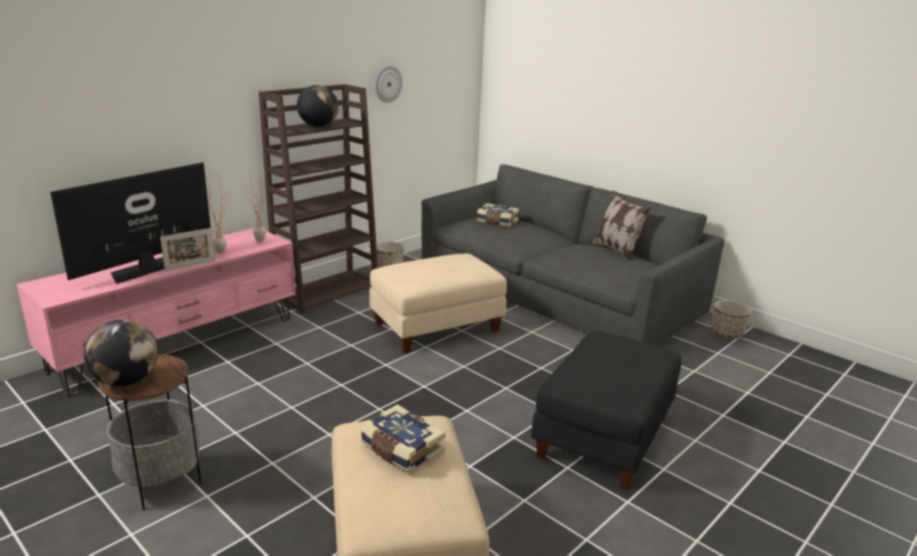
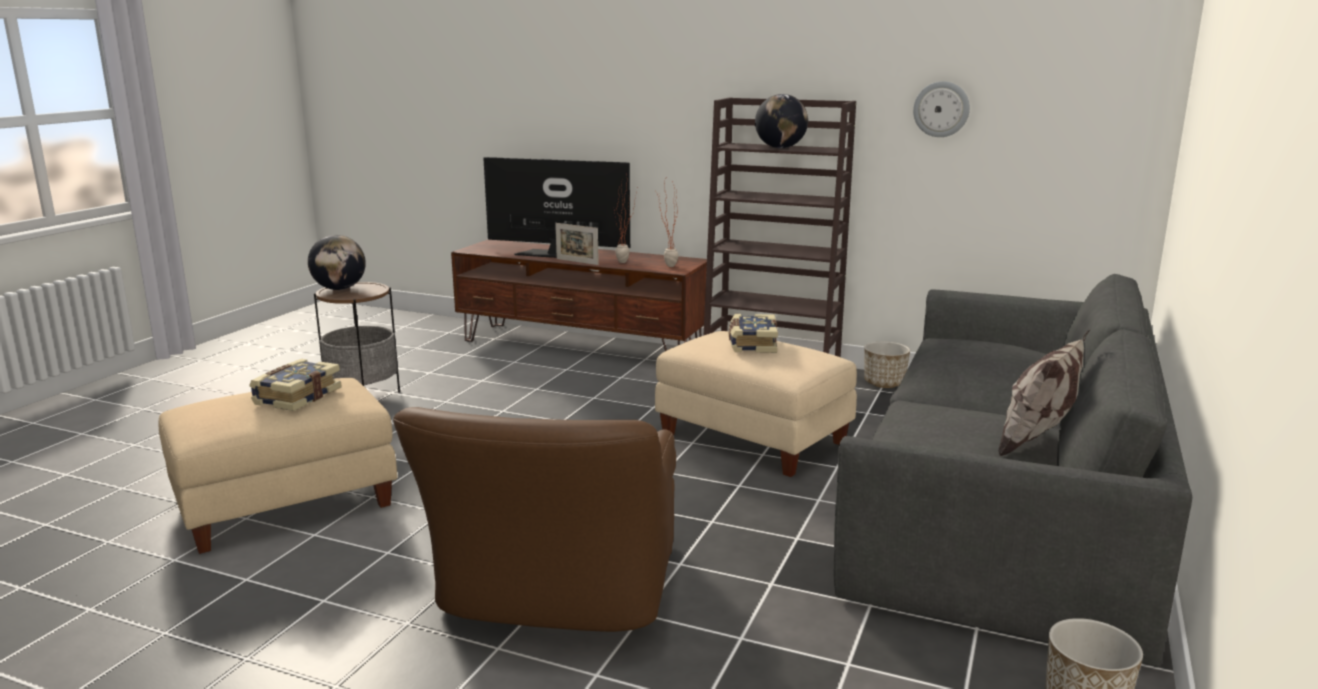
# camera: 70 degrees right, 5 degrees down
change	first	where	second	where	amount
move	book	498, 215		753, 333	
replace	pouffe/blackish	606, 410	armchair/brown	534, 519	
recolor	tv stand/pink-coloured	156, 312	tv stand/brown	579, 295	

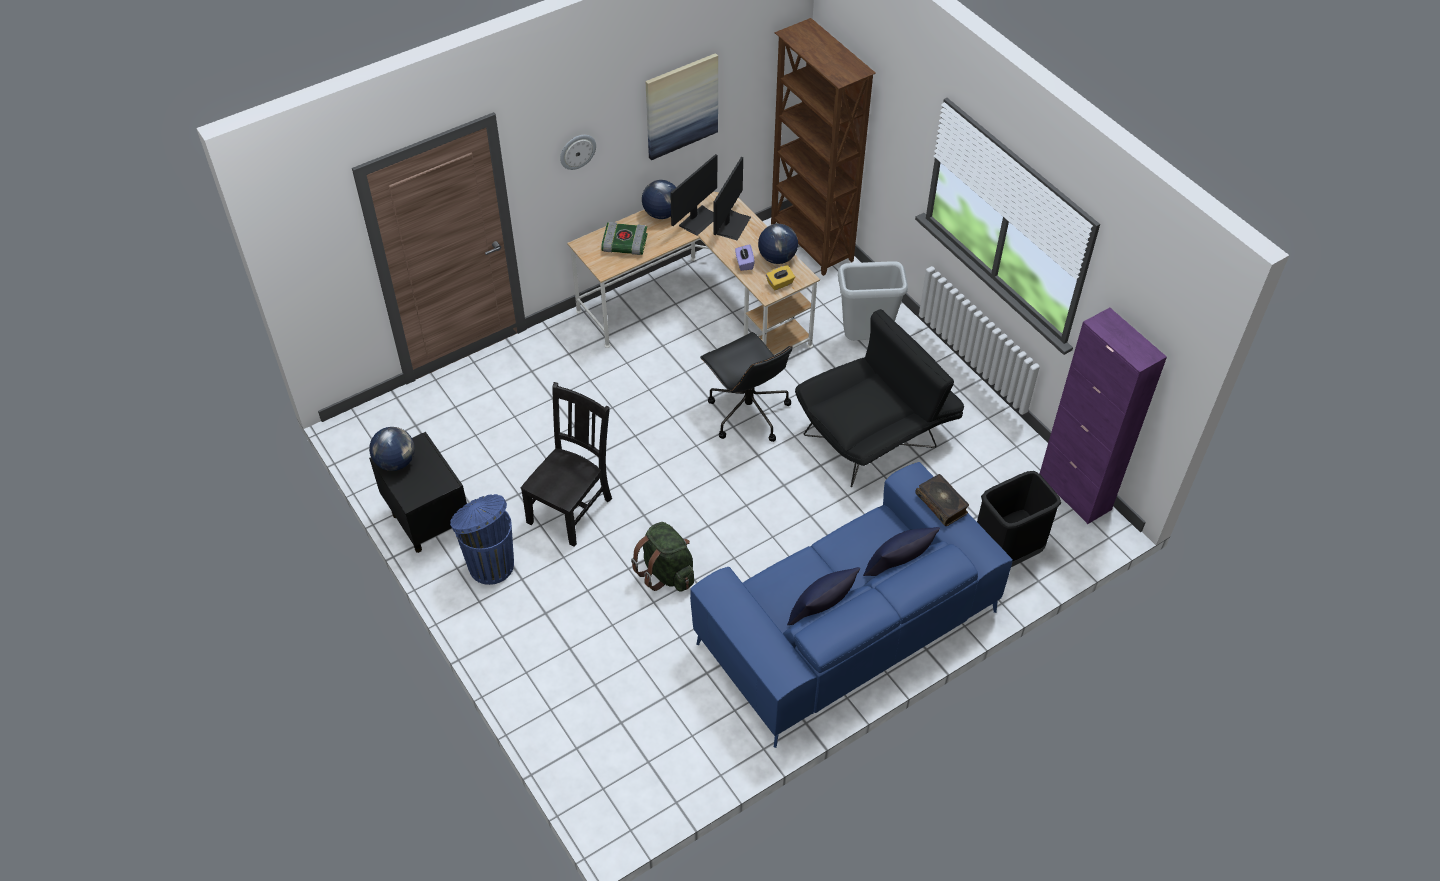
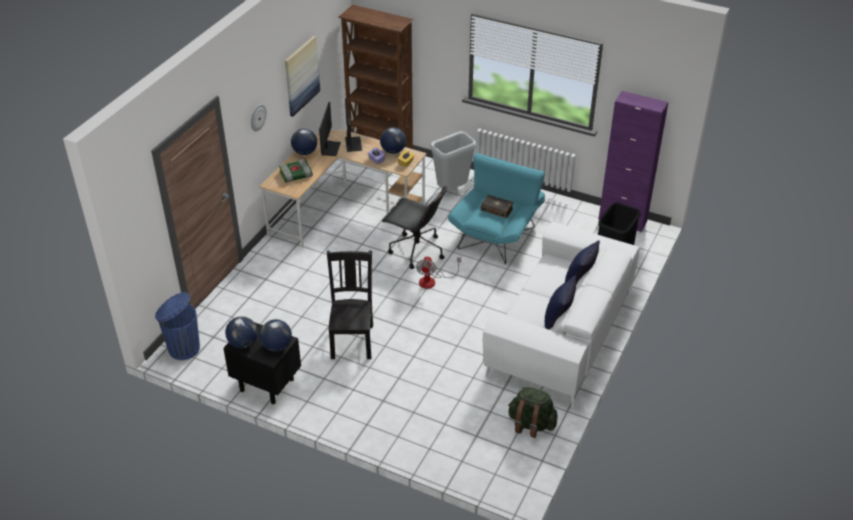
# camera: 30 degrees left, 10 degrees down
change	first	where	second	where	amount
insert			world globe	276, 335	
insert			cooling fan	438, 272	
move	trash can/bluish	482, 539		177, 326	
move	knapsack/green-coloured	662, 557		533, 412	
move	book	942, 500		497, 206	
recolor	settee/bluish	851, 605	settee/whitish	561, 315	
recolor	armchair/blackish	879, 398	armchair/turquoise	496, 208	

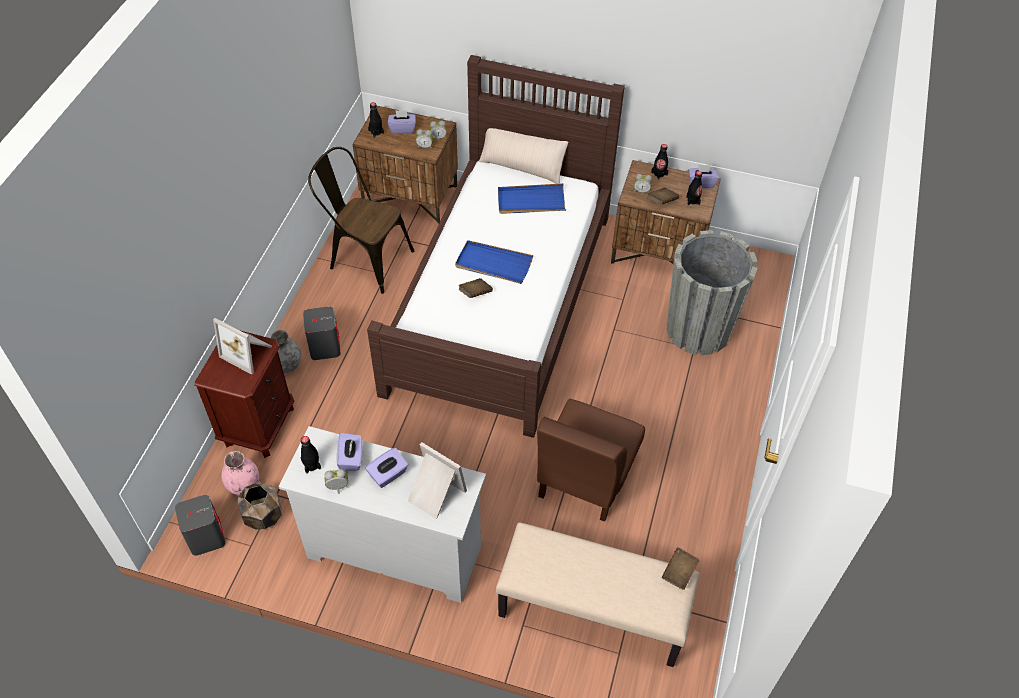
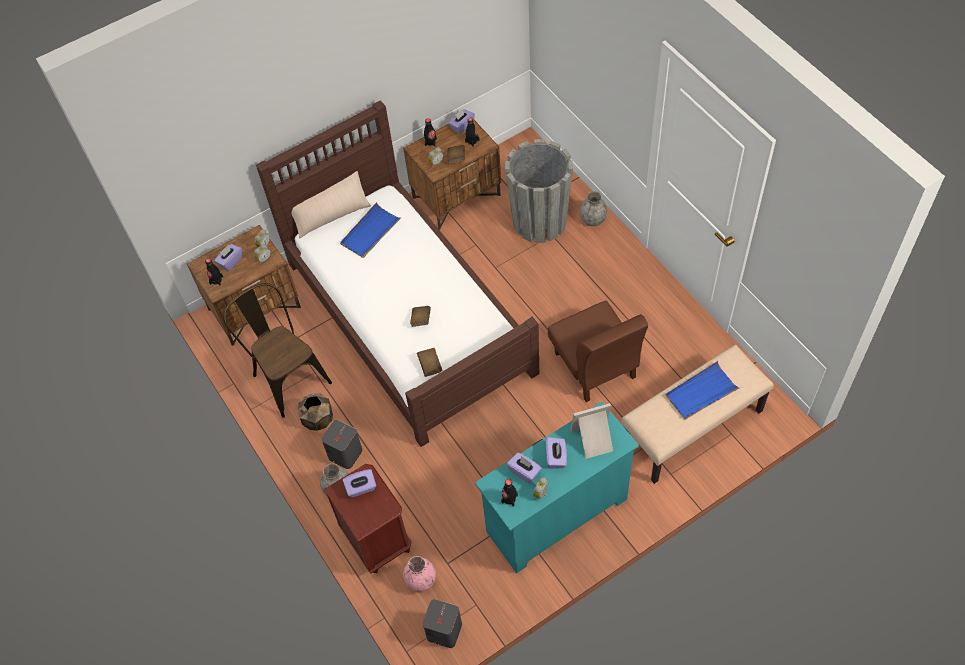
# camera: 45 degrees left, 5 degrees up
change	first	where	second	where	amount
insert			vase/grey	593, 208	
move	planter/brown	260, 506		315, 411	
move	serving tray/bluish	494, 262		702, 390	
move	book/brown	681, 569		430, 362	
replace	picture frame	242, 346	tissue box/purple	359, 483	
recolor	dresser/whitish	382, 514	dresser/turquoise	557, 487	
rotate	plain chair/brown	361, 220		278, 350	75 degrees clockwise

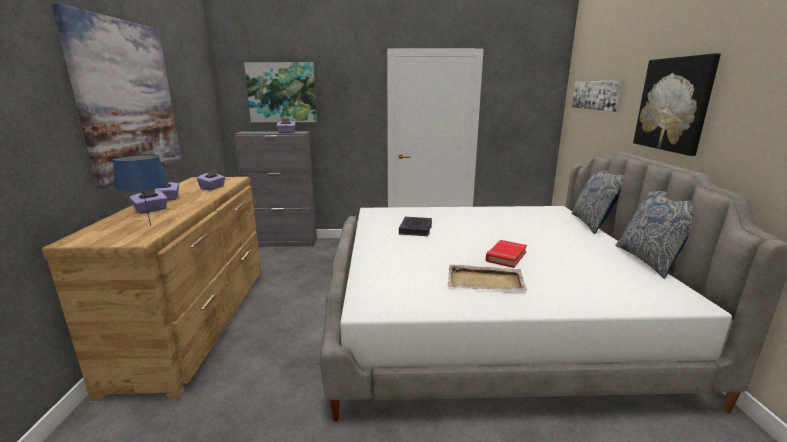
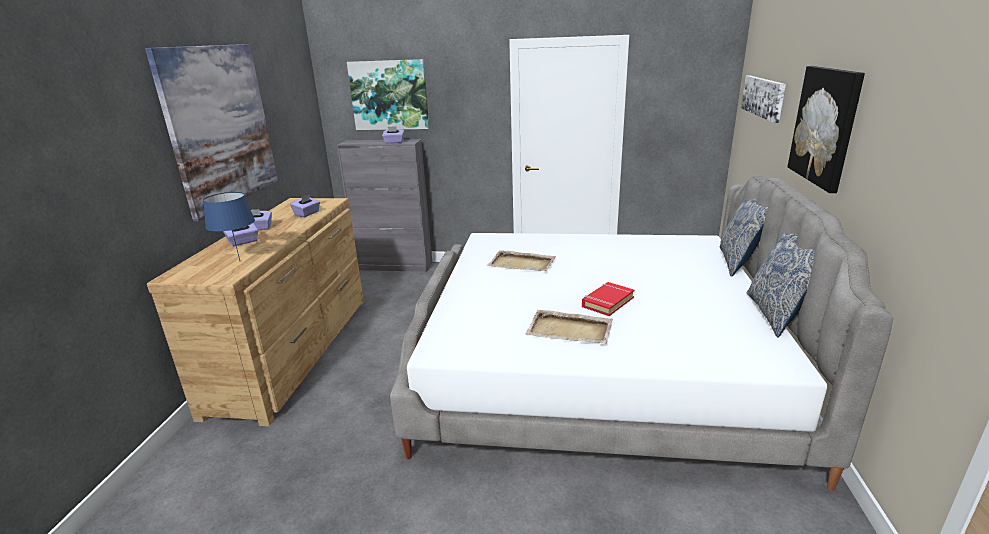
# camera: 10 degrees right, 5 degrees up
change	first	where	second	where	amount
replace	book	415, 226	serving tray/sand-coloured	521, 260	

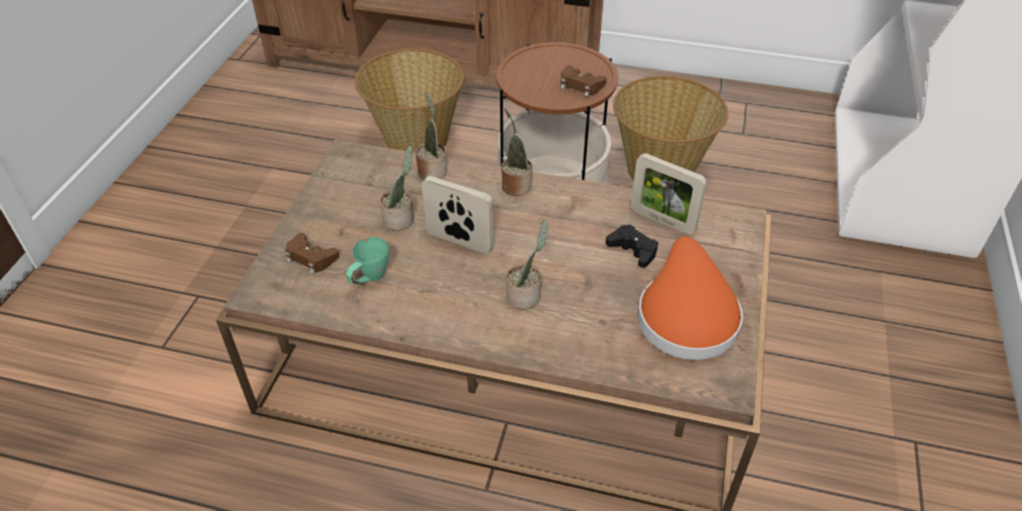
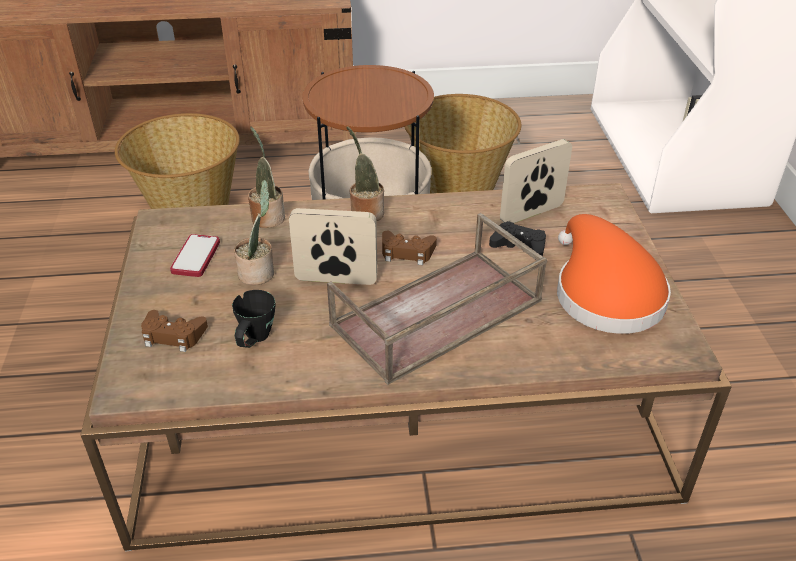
# camera: 20 degrees left, 5 degrees down
change	first	where	second	where	amount
insert			handset	195, 255	
move	game controller/brown	584, 81		409, 248	
replace	houseplant	527, 265	serving tray/brown	437, 299	
recolor	mug/green-coloured	367, 260	mug/blackish	254, 319	
rotate	picture frame	669, 194		536, 181	135 degrees clockwise

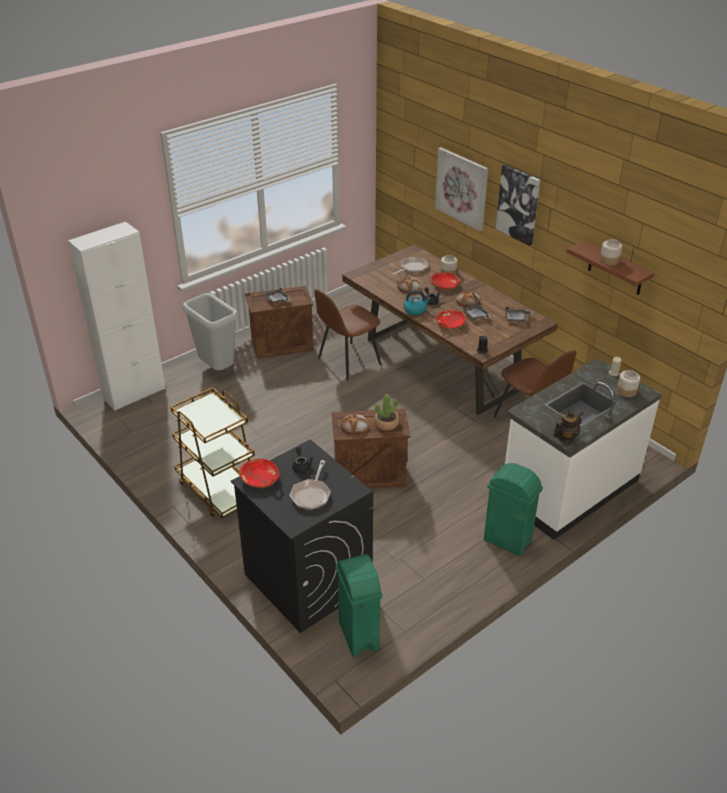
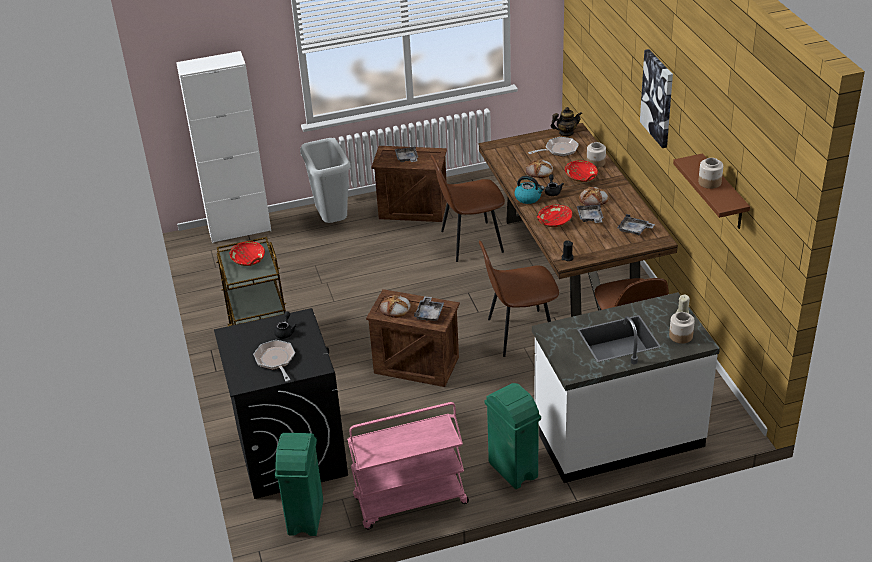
# camera: 25 degrees right, 0 degrees up
change	first	where	second	where	amount
delete	picture	461, 189			
insert			cart/pink-coloured	408, 465	
insert			plain chair/brown	519, 298	
move	deep dish/red-coloured	259, 473		247, 253	
move	teapot	568, 426		566, 121	
replace	houseplant	386, 412	serving tray/grey	429, 308	
rotate	frying pan	310, 485		274, 361	120 degrees clockwise

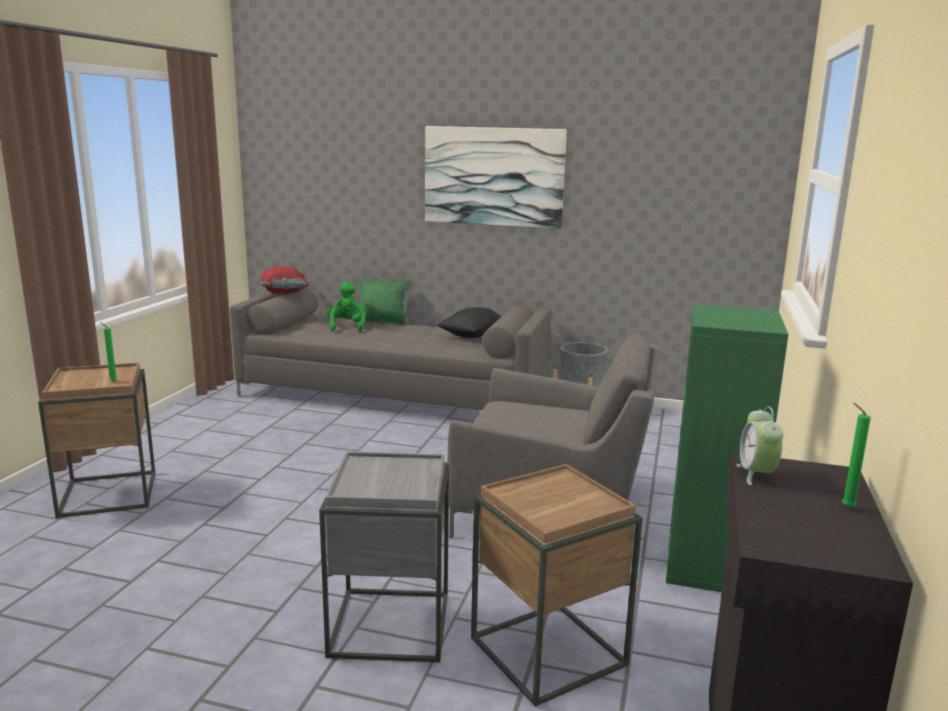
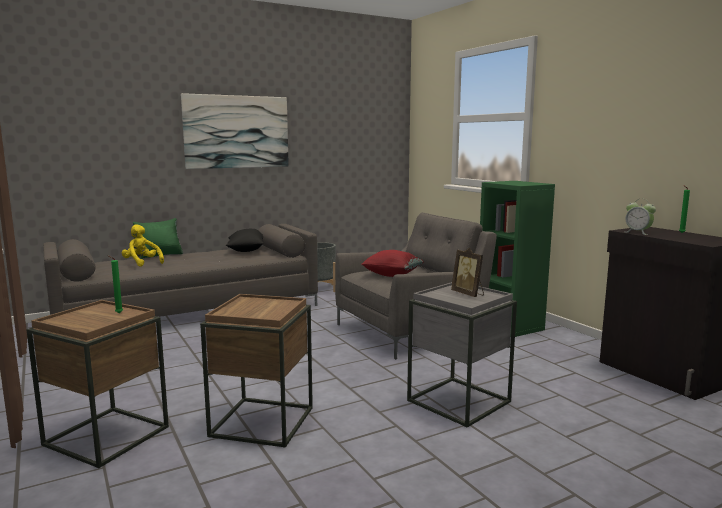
# camera: 45 degrees left, 5 degrees down
change	first	where	second	where	amount
insert			picture frame	467, 272	
move	cushion/red-coloured	285, 280		392, 263	
move	accent table/brown	557, 585		256, 371	
recolor	plush toy/green-coloured	346, 307	plush toy/yellowish	143, 245	

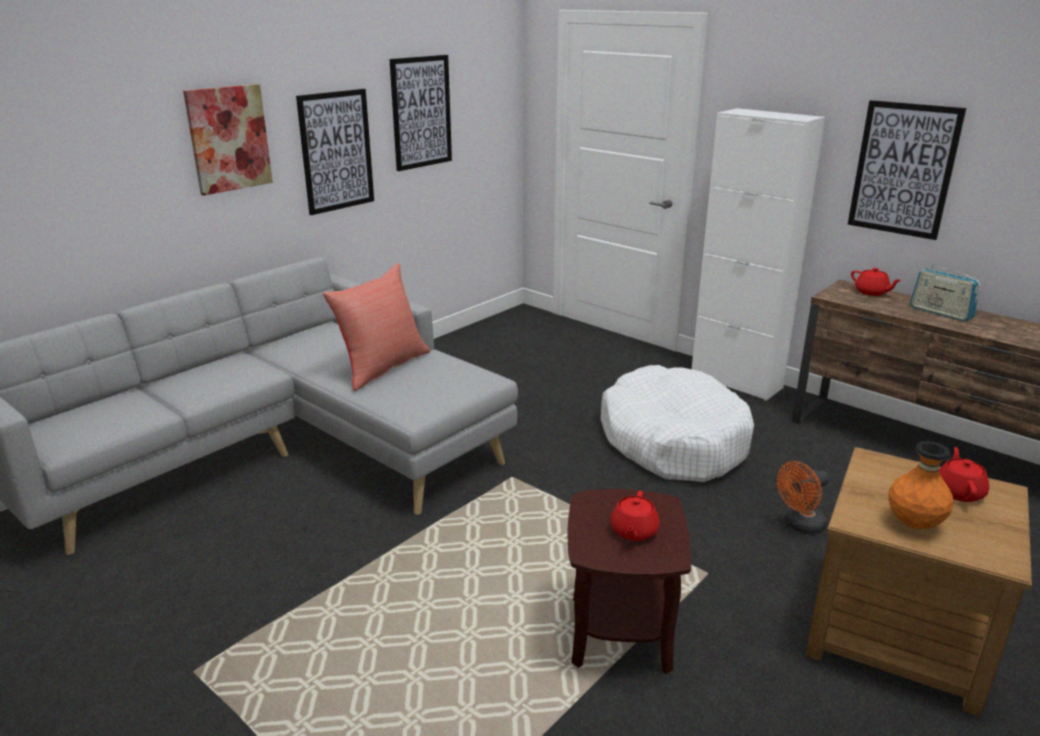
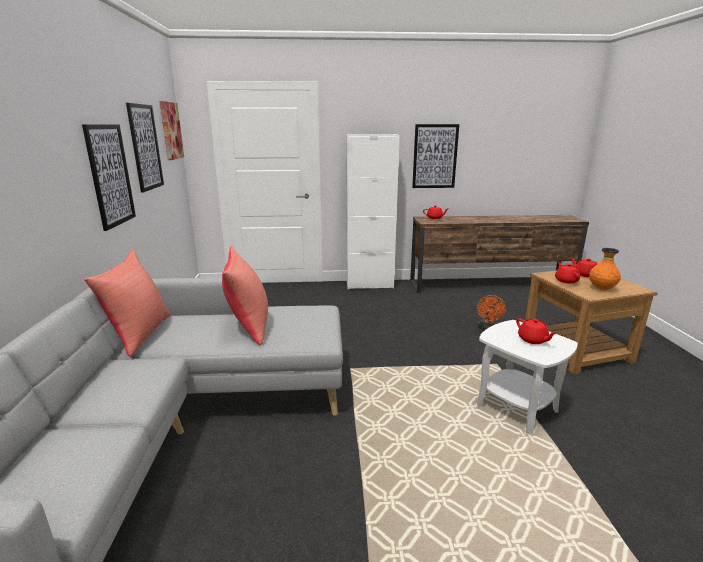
# camera: 45 degrees left, 5 degrees down
change	first	where	second	where	amount
delete	dog bed/whitish	677, 423			
delete	radio receiver	945, 292			
insert			cushion/red-coloured	127, 303	
insert			teapot/red-coloured	567, 272	
move	picture	228, 140		171, 130	
recolor	accent table/brown	629, 581	accent table/whitish	527, 377	

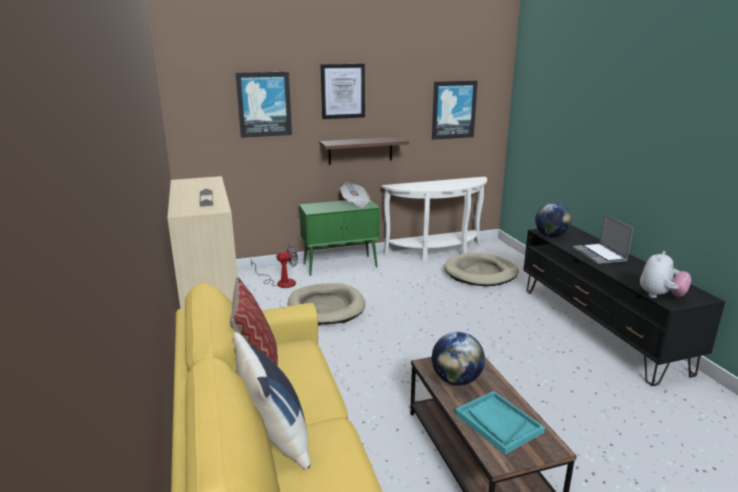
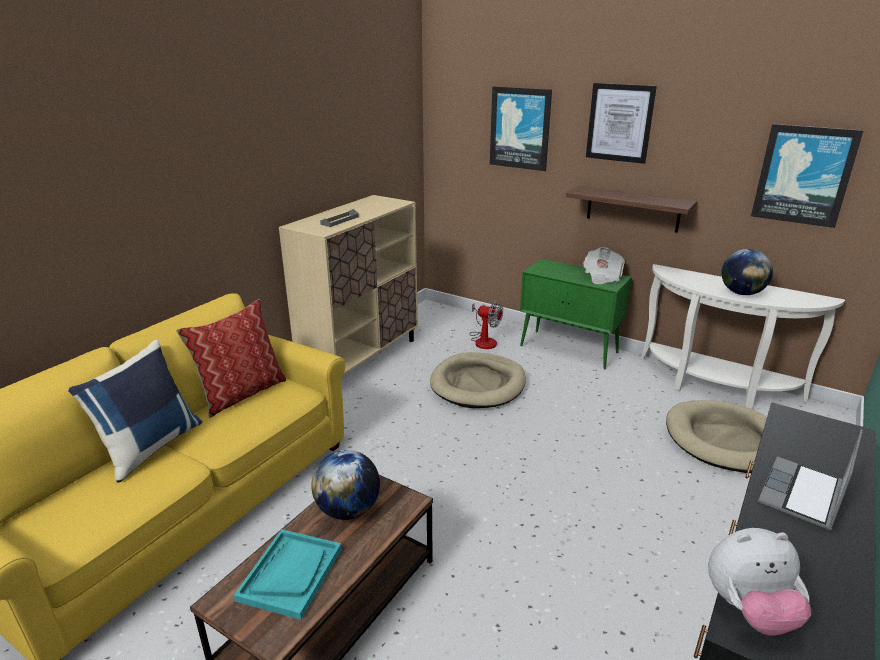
# camera: 50 degrees right, 5 degrees up
change	first	where	second	where	amount
move	world globe	553, 220		747, 272	

